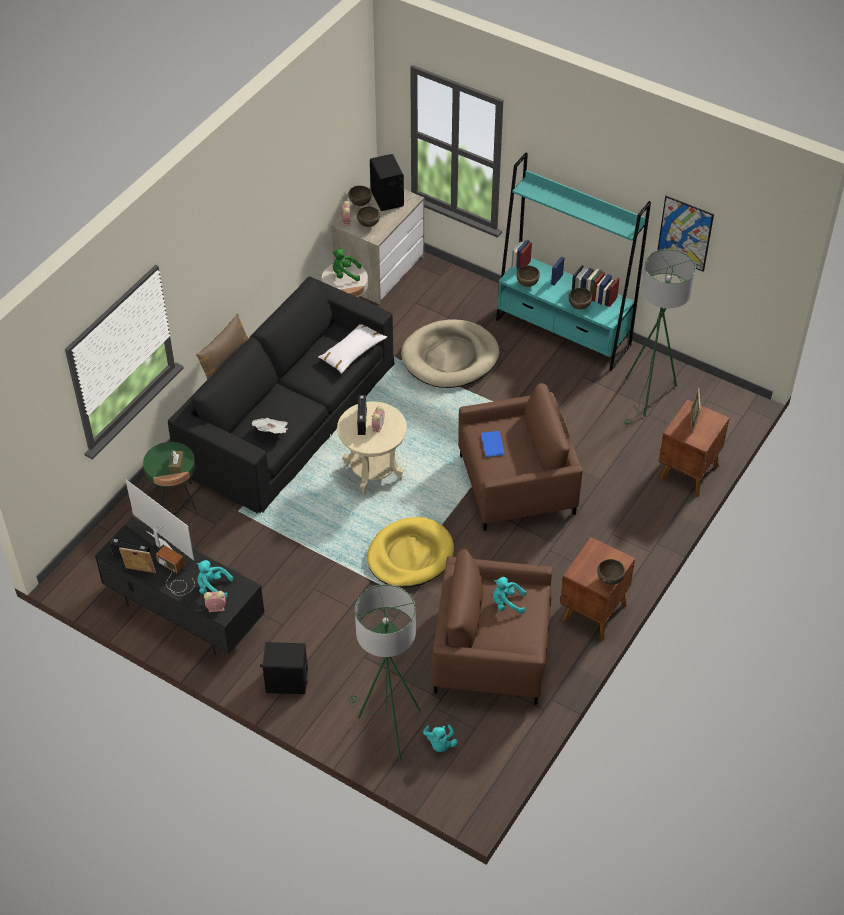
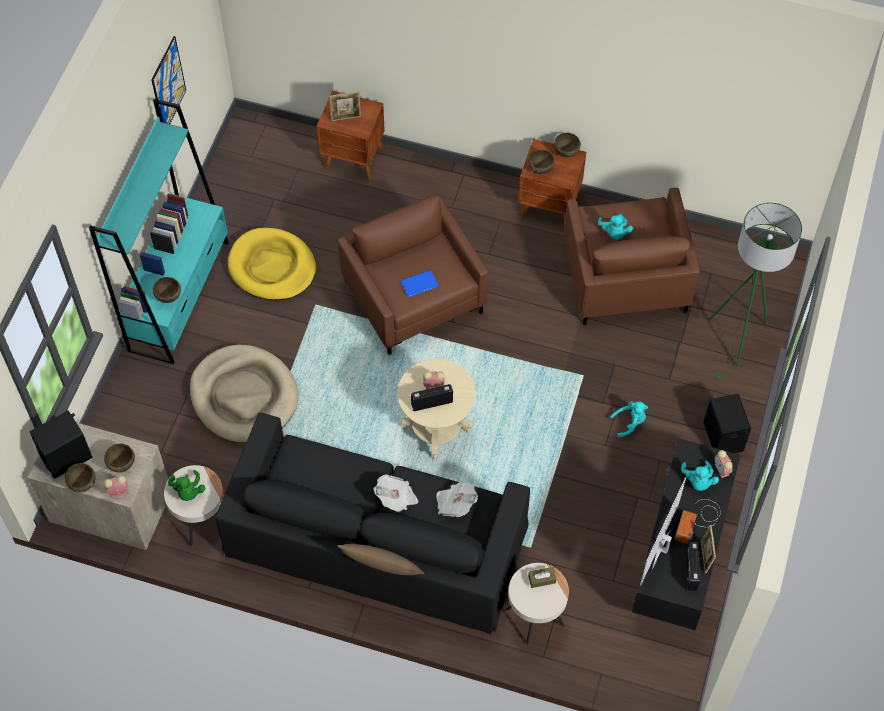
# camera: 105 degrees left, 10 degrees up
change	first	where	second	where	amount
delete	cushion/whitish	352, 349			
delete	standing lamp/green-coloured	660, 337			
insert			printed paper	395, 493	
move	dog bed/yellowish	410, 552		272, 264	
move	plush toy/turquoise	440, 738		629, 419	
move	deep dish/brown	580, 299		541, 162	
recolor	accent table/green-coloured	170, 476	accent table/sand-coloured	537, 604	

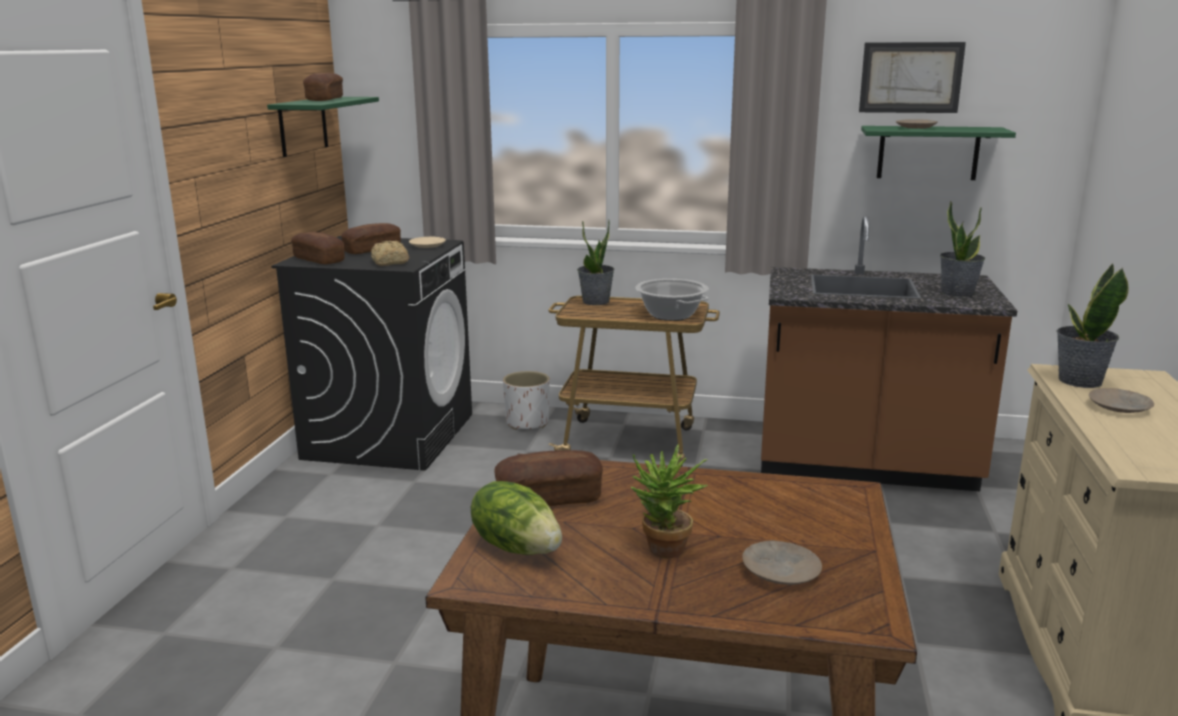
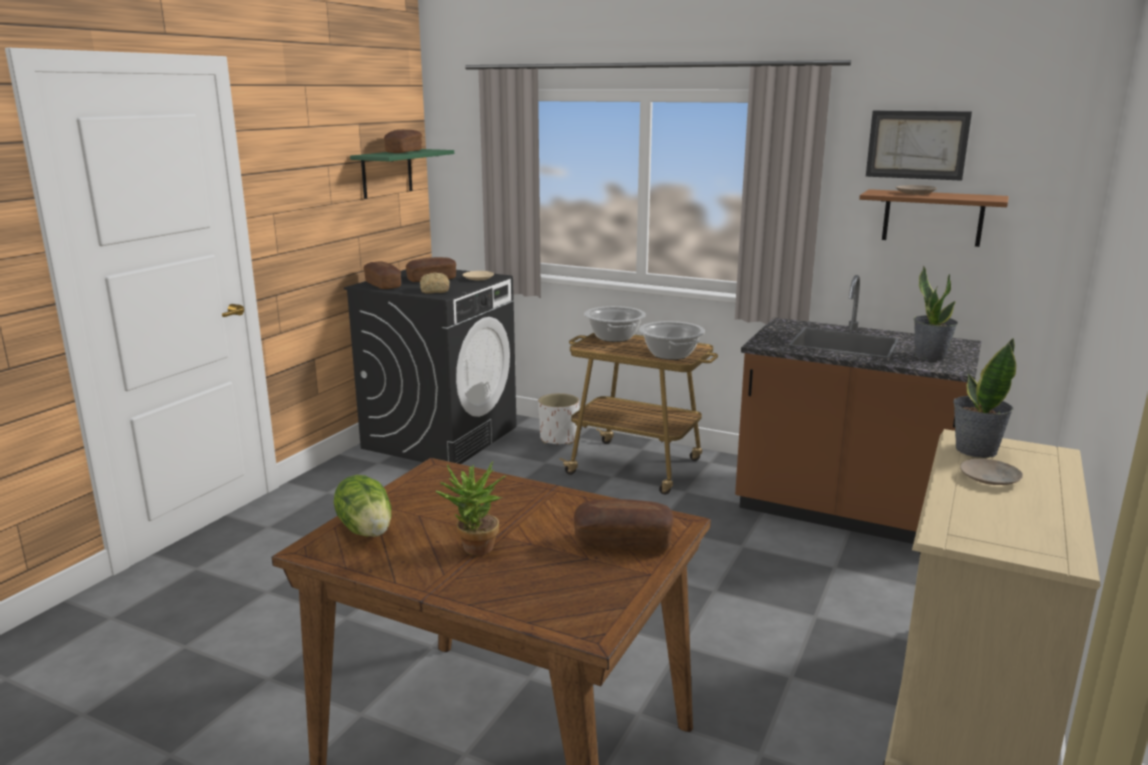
# camera: 15 degrees right, 0 degrees up
change	first	where	second	where	amount
delete	dinner plate/sand-coloured	782, 562			
move	baked bread	548, 478		624, 526	
replace	houseplant	596, 262	saucepot	615, 324	
recolor	wall shelf/green-coloured	938, 153	wall shelf/brown	934, 218	

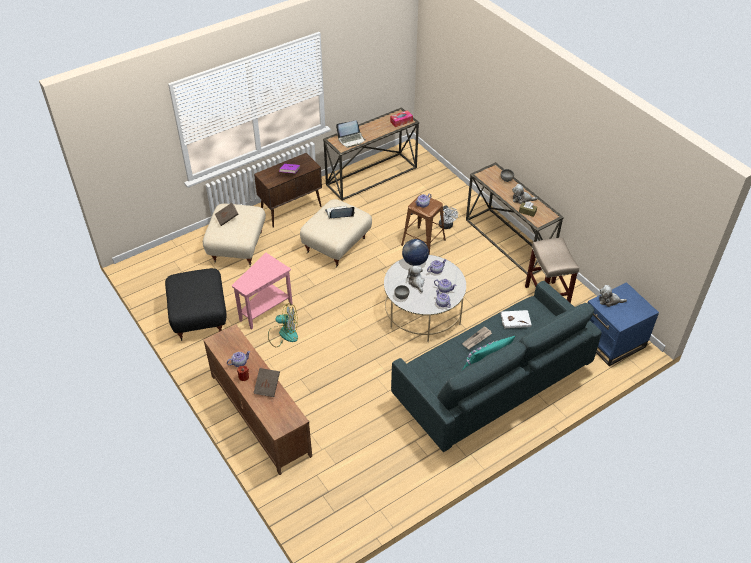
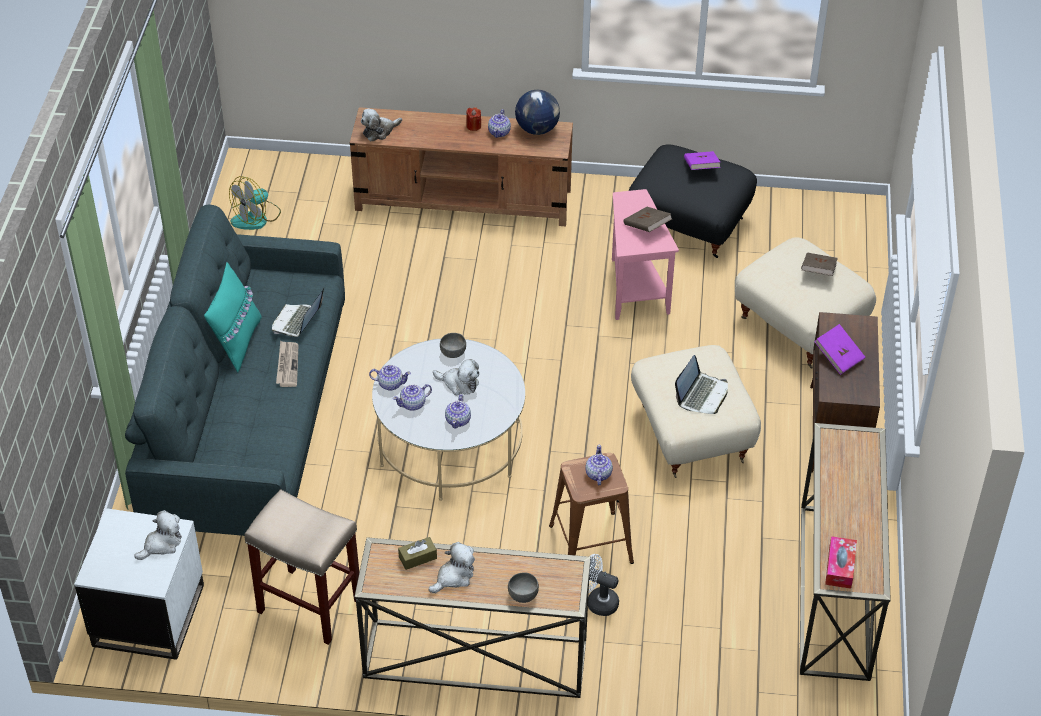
# camera: 130 degrees right, 0 degrees up
change	first	where	second	where	amount
delete	book/whitish	516, 319			
insert			plush toy	381, 124	
insert			book/purple	702, 160	
move	book/brown	267, 382		648, 219	
move	cooling fan	283, 325		255, 203	
move	notebook computer	351, 134		298, 312	
move	world globe	415, 252		537, 112	
recolor	accent table/bluish	623, 324	accent table/whitish	139, 584	

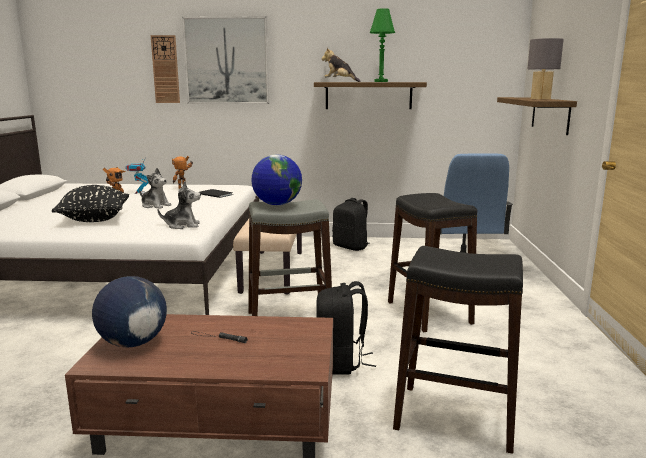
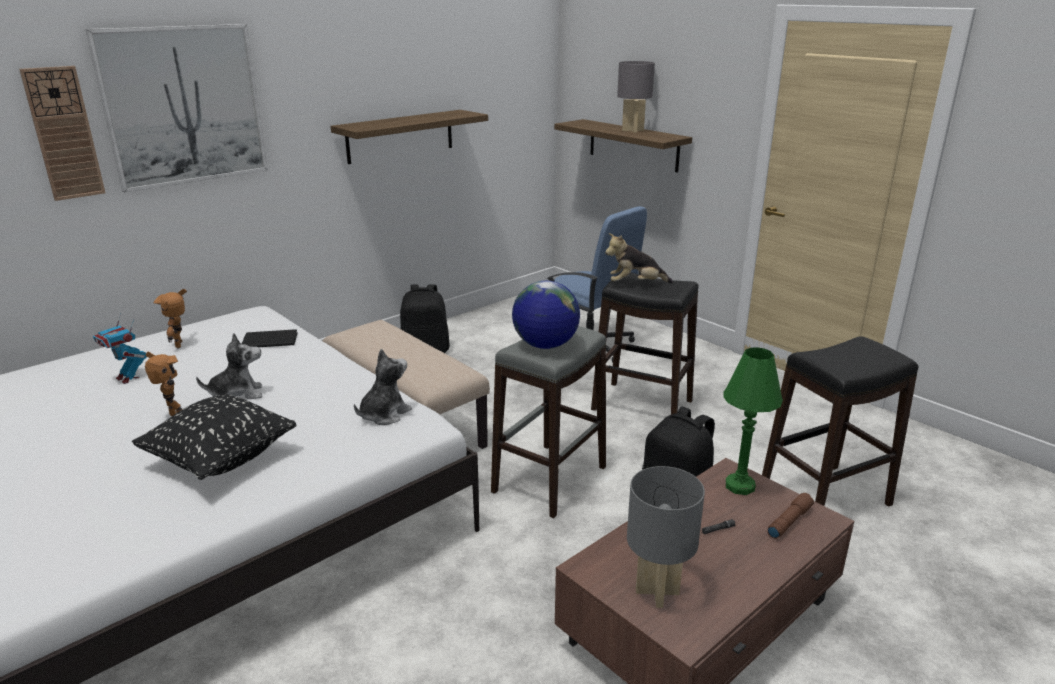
# camera: 45 degrees left, 10 degrees up
change	first	where	second	where	amount
insert			flashlight/brown	791, 516	
move	plush toy	340, 65		639, 258	
move	lamp for a table/green-coloured	382, 45		753, 421	
replace	world globe	129, 311	lamp for a table/grey	666, 537	

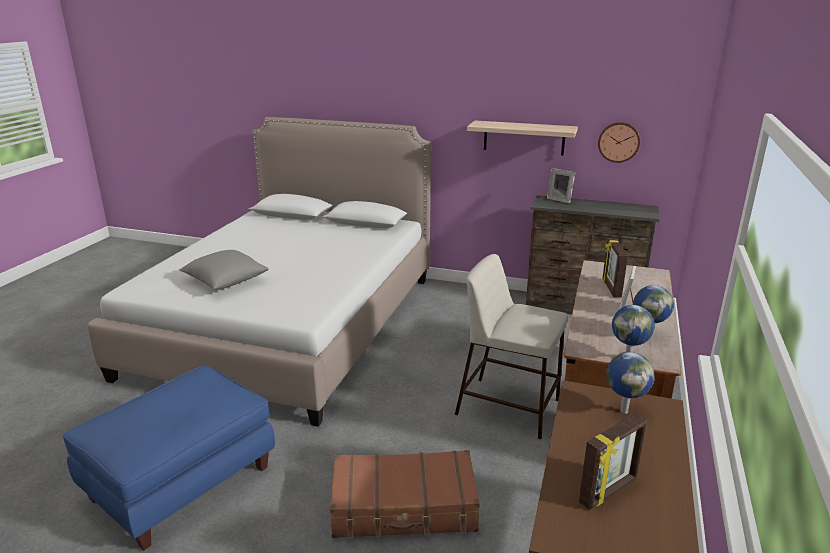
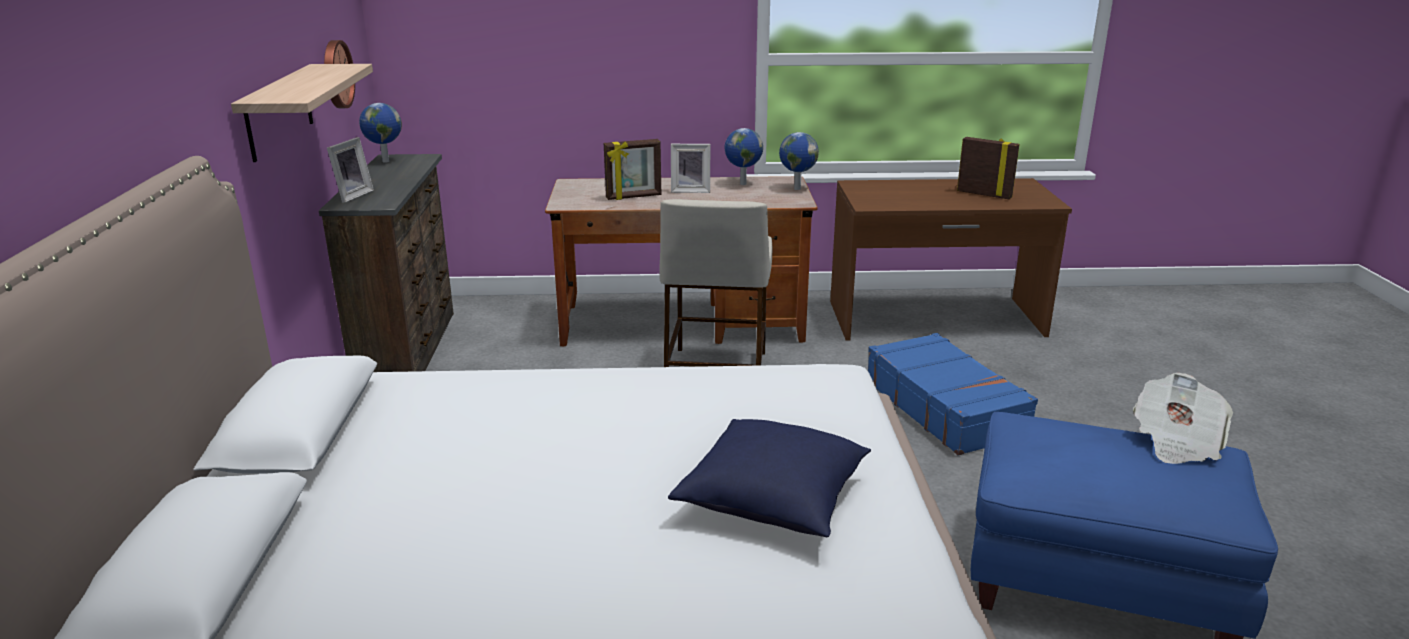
# camera: 110 degrees left, 0 degrees up
change	first	where	second	where	amount
insert			printed paper	1183, 418	
move	world globe	630, 383		380, 133	
recolor	cushion/grey	224, 270	cushion/bluish	769, 478	
recolor	suitcase/brown	405, 494	suitcase/bluish	953, 394	

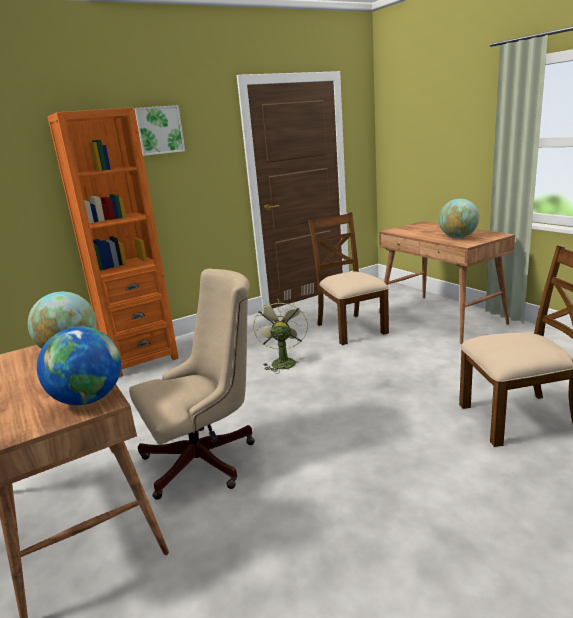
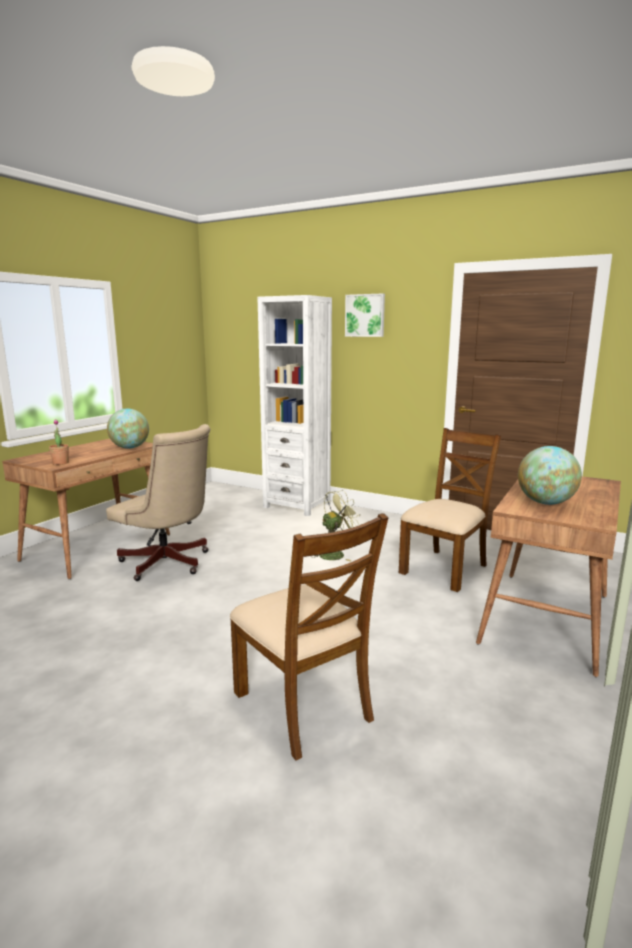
# camera: 60 degrees right, 5 degrees down
change	first	where	second	where	amount
replace	world globe	79, 365	houseplant	59, 442	
recolor	bookshelf/orange	113, 242	bookshelf/whitish	294, 405	

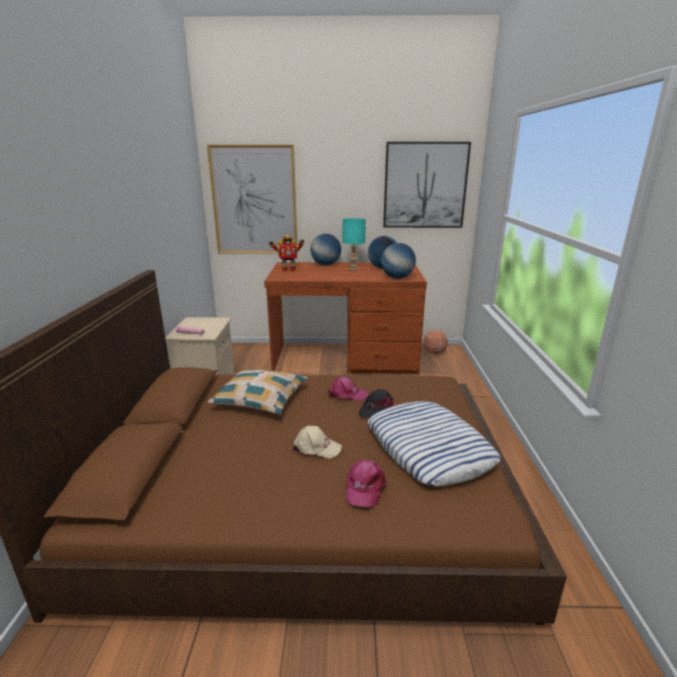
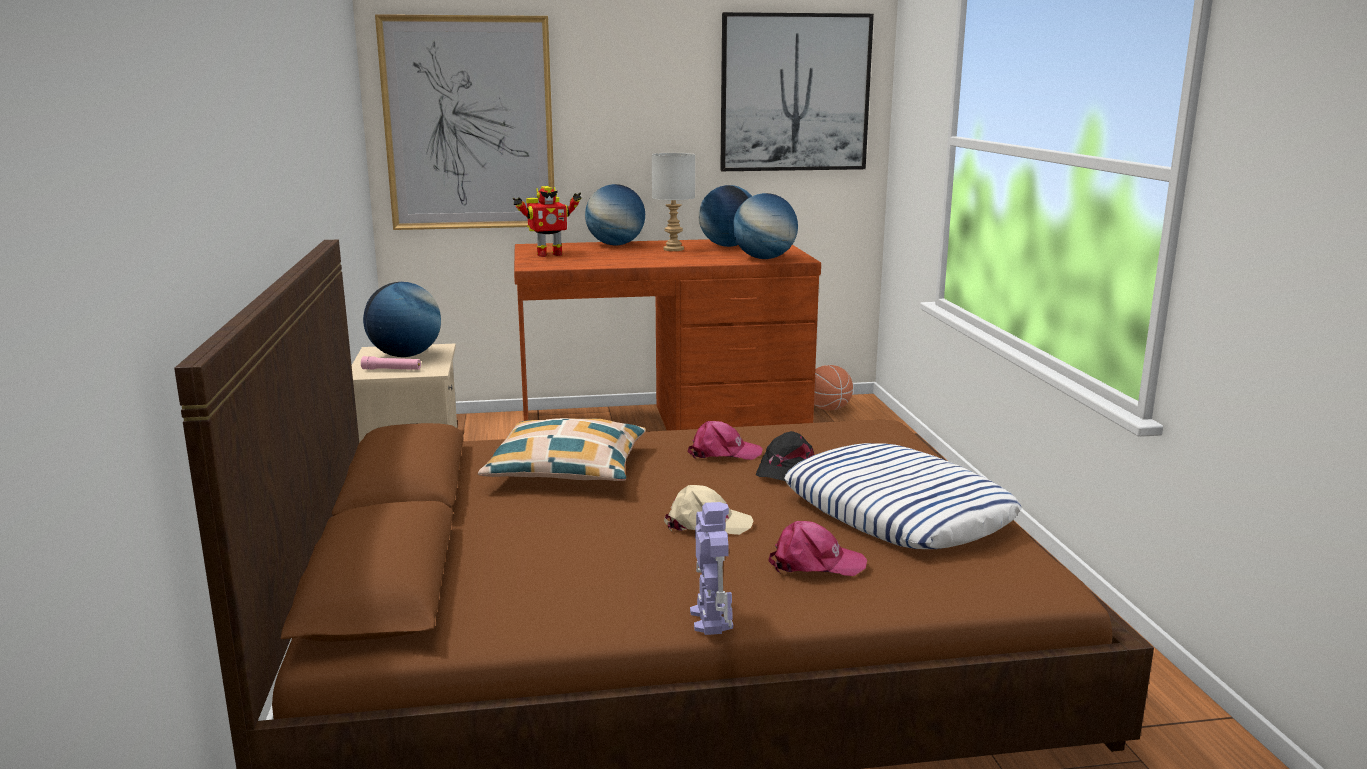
# camera: 10 degrees left, 5 degrees down
change	first	where	second	where	amount
insert			world globe	402, 319	
insert			model robot	711, 568	
recolor	lamp for a table/turquoise	354, 244	lamp for a table/grey	673, 202	
rotate	peaked cap/pink-coloured	366, 483		817, 548	90 degrees counterclockwise

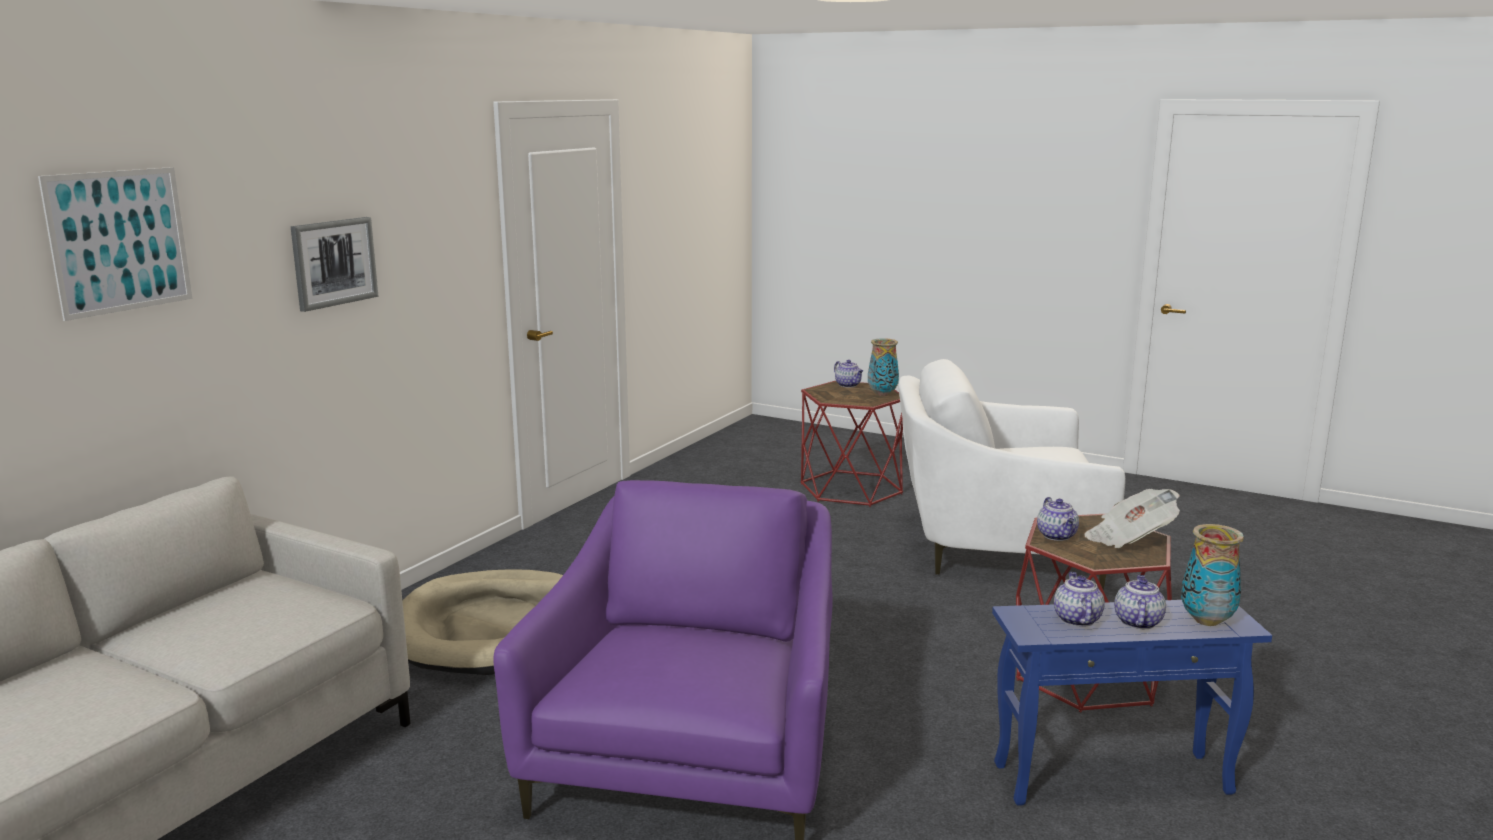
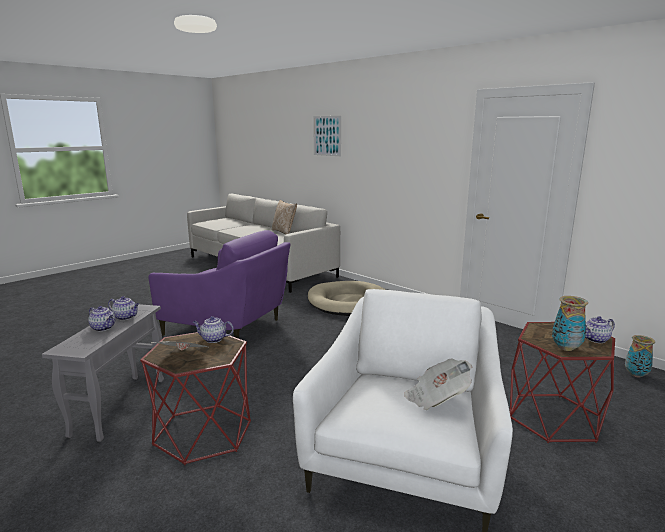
# camera: 105 degrees right, 0 degrees up
change	first	where	second	where	amount
delete	picture	334, 264			
insert			cushion	284, 217	
insert			printed paper	438, 384	
move	vase	1212, 575		640, 356	
recolor	accent table/bluish	1132, 703	accent table/grey	103, 373	

